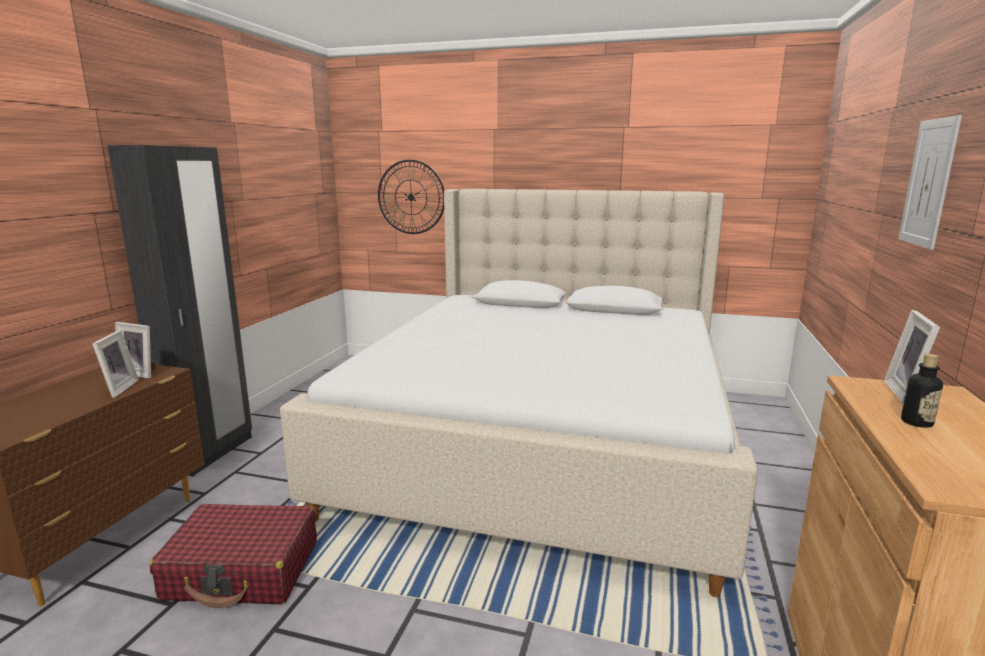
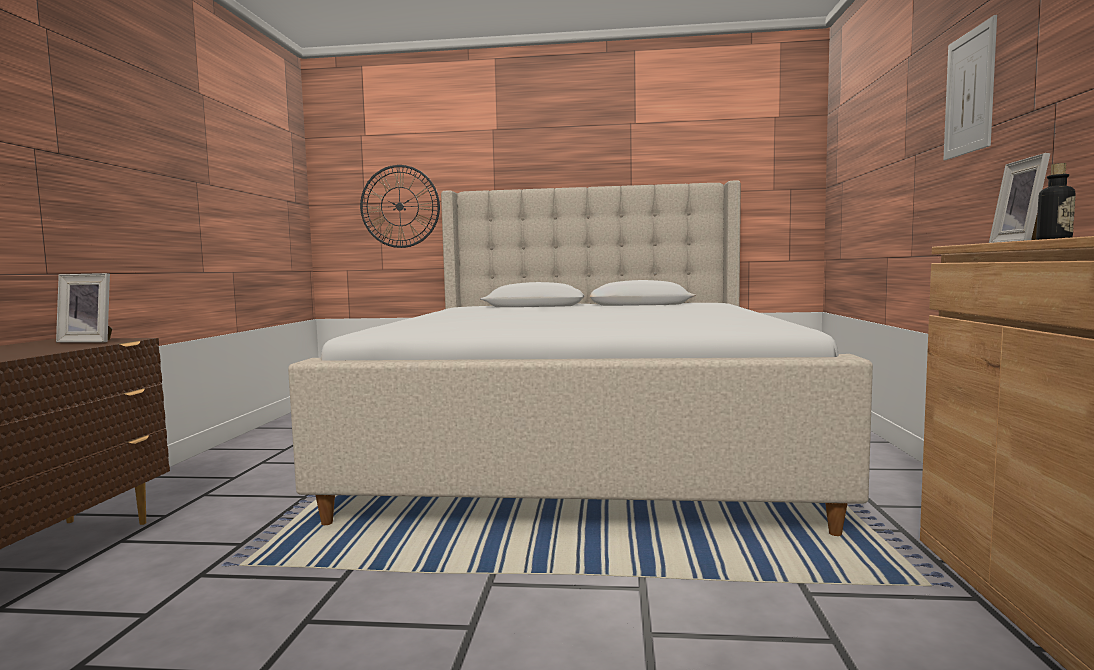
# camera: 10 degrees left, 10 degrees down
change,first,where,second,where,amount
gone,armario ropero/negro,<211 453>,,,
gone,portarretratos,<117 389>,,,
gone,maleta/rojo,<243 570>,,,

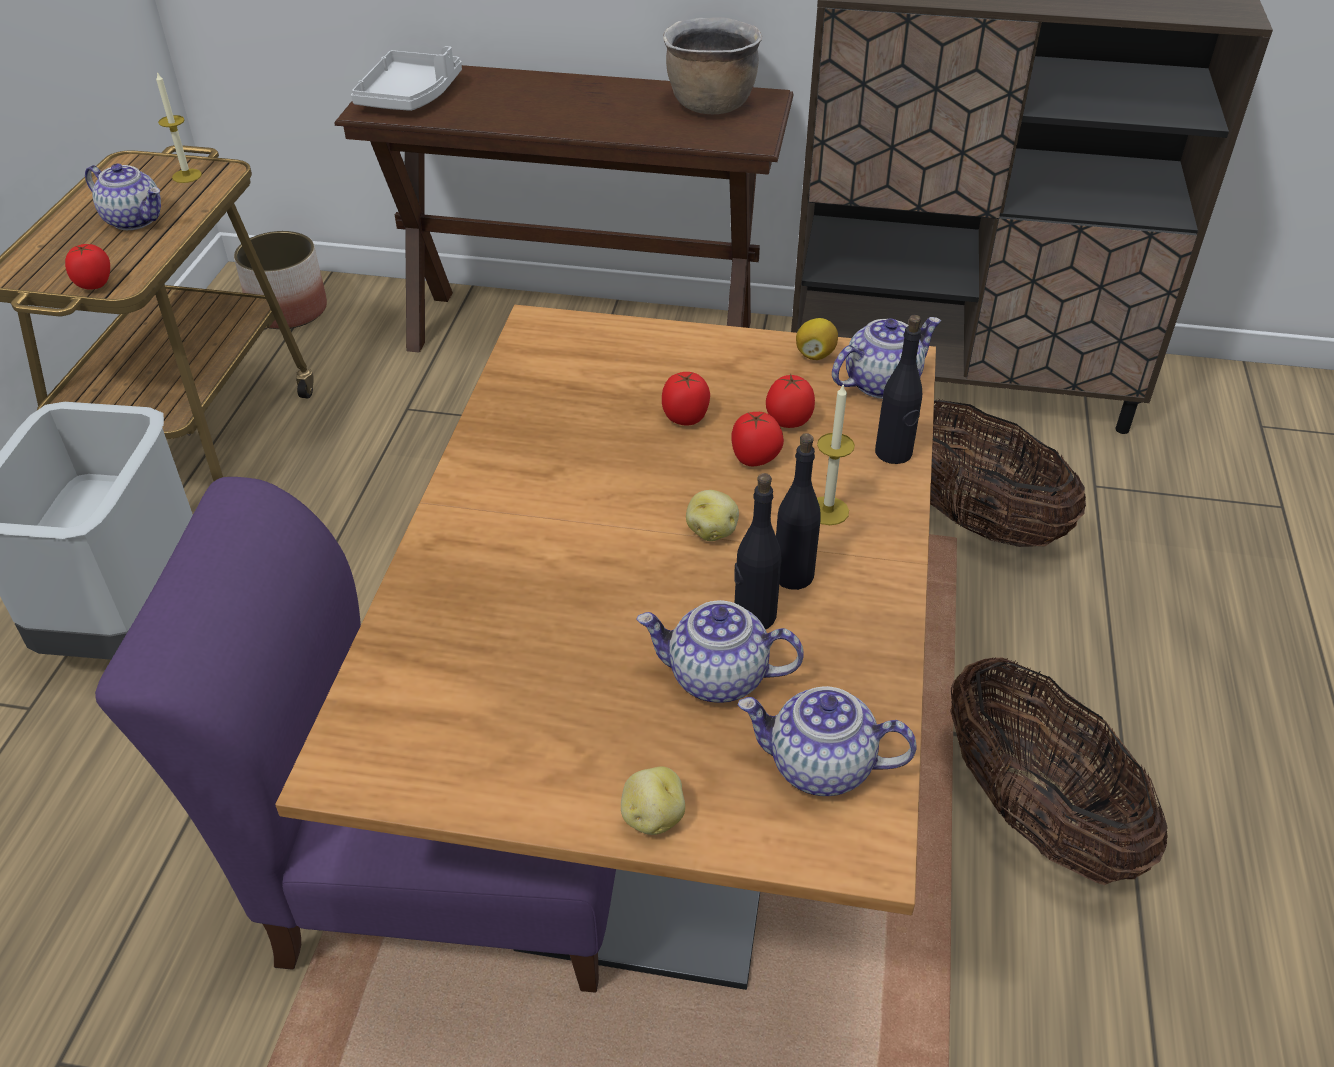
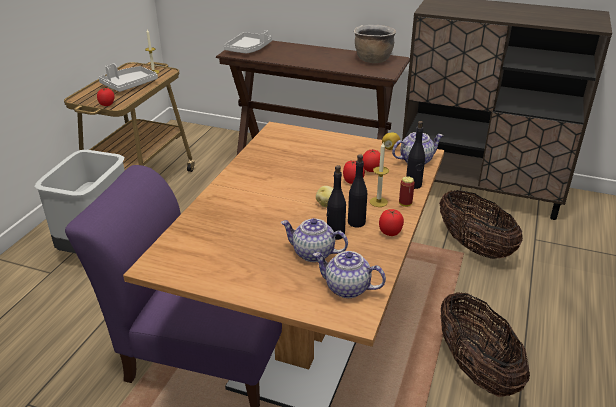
# camera: 10 degrees right, 10 degrees down
change,first,where,second,where,amount
swapped,tetera,<135 220>,bandeja/gris,<129 85>,
gone,maceta,<289 310>,,,
shifted,tomate,<686 418>,,<390 232>,
gone,patata,<652 817>,,,
new,,,lata,<405 204>,

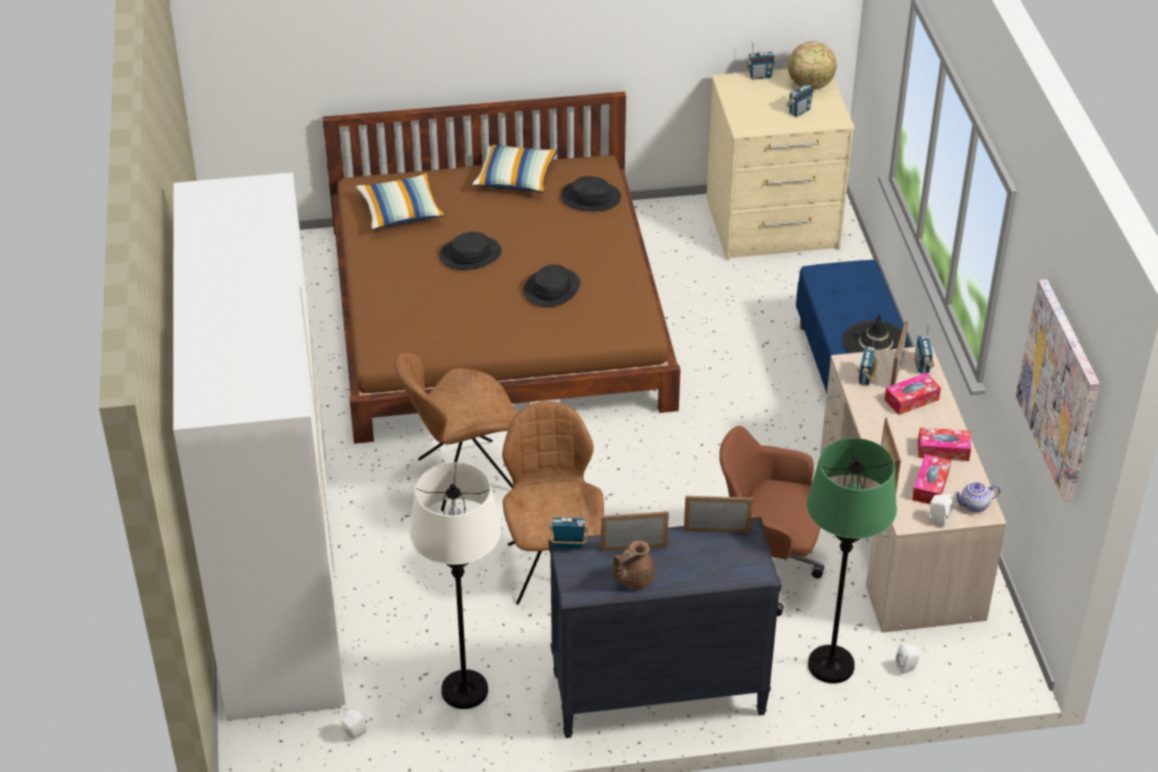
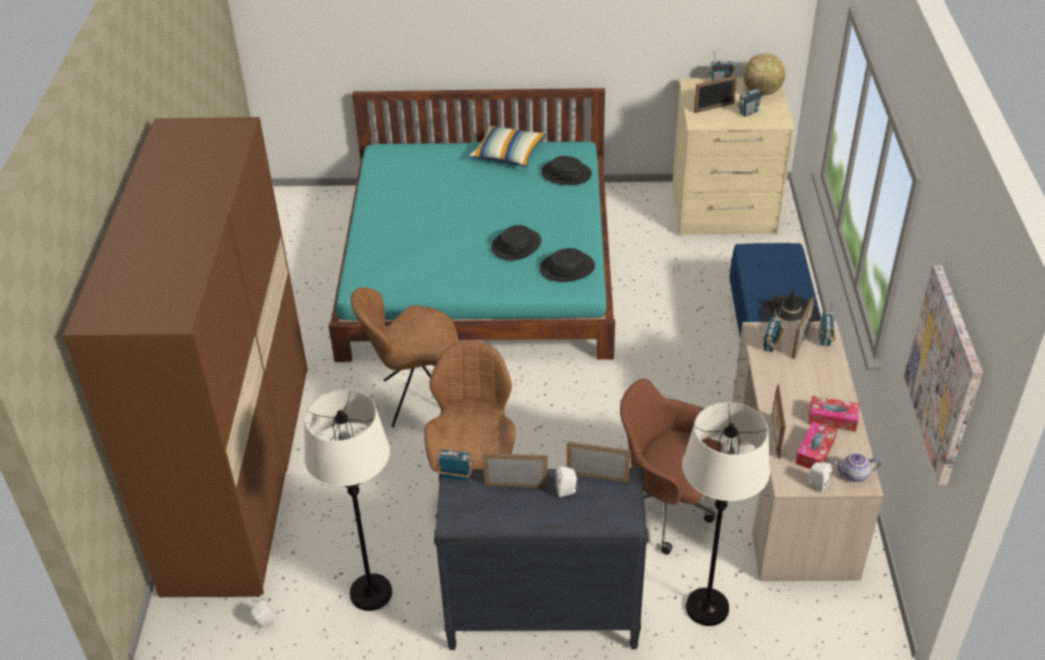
# camera: 10 degrees right, 0 degrees up
change,first,where,second,where,amount
repainted,cama/marrón,<497 315>,cama/turquesa,<478 266>,
repainted,armario ropero/blanco,<279 581>,armario ropero/marrón,<240 474>,
gone,cojín,<401 211>,,,
shifted,sombrero/negro,<470 254>,,<567 268>,
gone,caja de pañuelos,<911 399>,,,
repainted,lámpara de pie/verde,<831 665>,lámpara de pie/blanco,<707 607>,
gone,tetera/marrón,<633 579>,,,
shifted,altavoz/blanco,<907 667>,,<567 491>,
new,,,portarretratos,<714 108>,

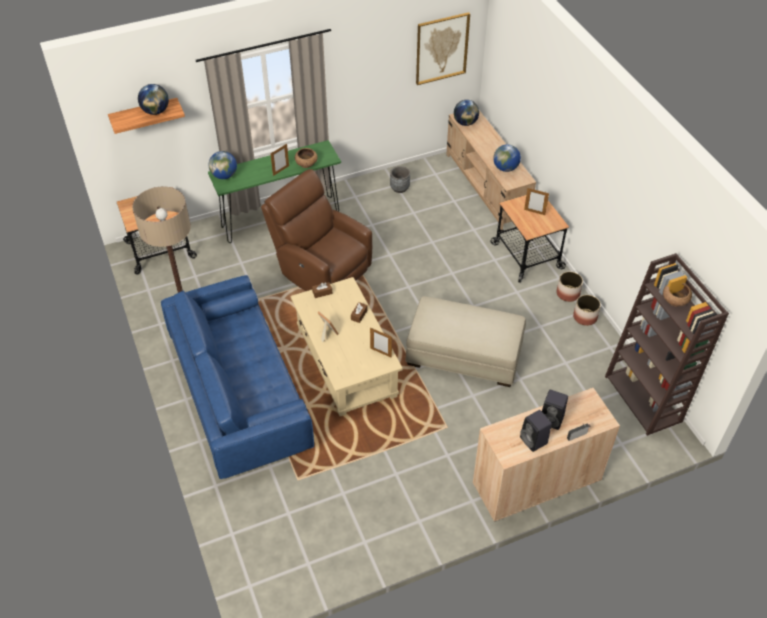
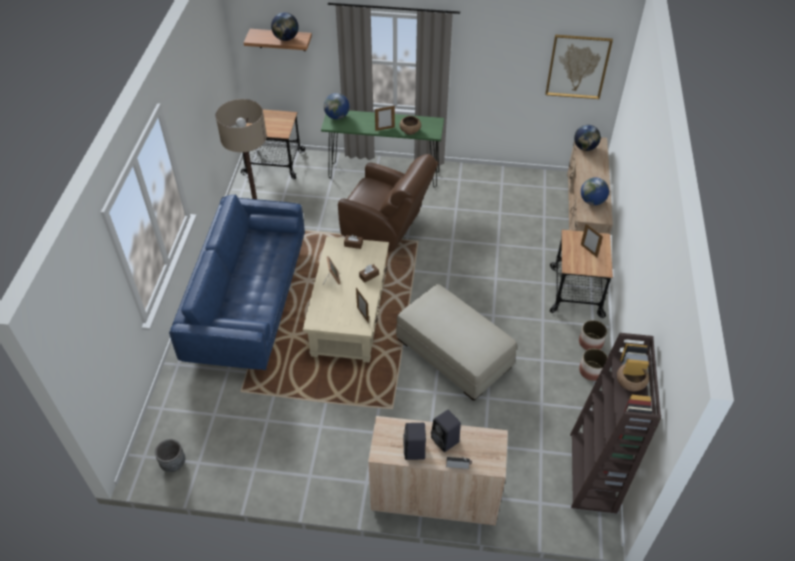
# camera: 30 degrees right, 0 degrees up
change,first,where,second,where,amount
shifted,maceta/gris,<399 188>,,<173 463>,
rotated,sillón/marrón,<321 268>,,<386 228>,135 degrees clockwise

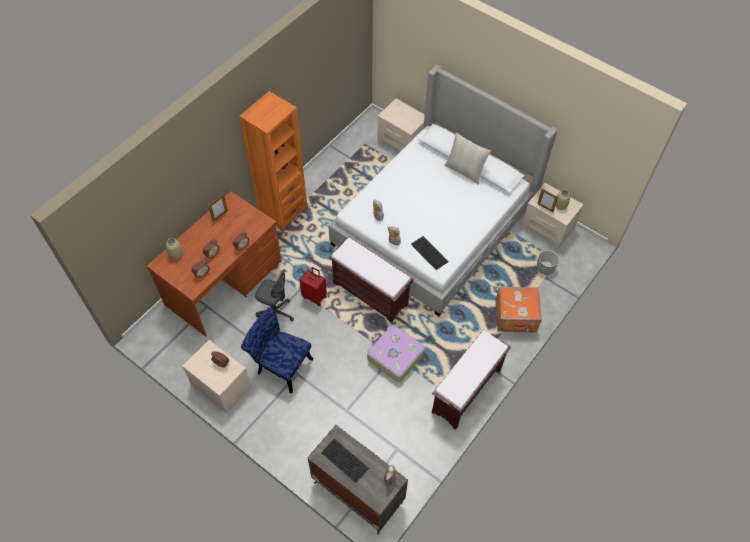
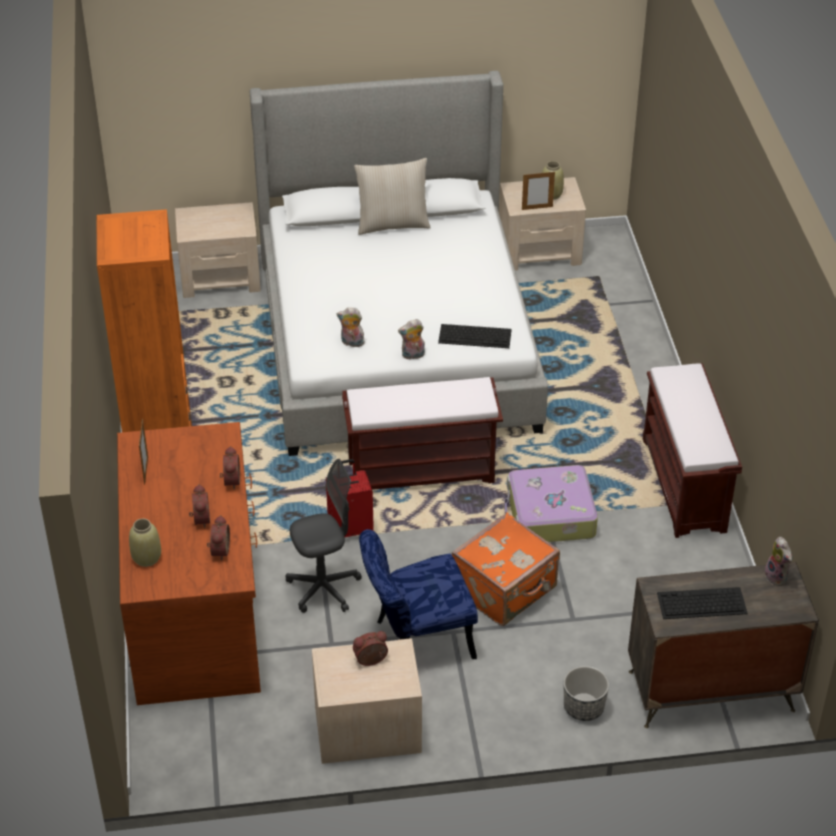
# camera: 45 degrees left, 15 degrees down
change,first,where,second,where,amount
shifted,maceta,<545 267>,,<583 707>,
shifted,maleta/naranja,<515 318>,,<506 590>,

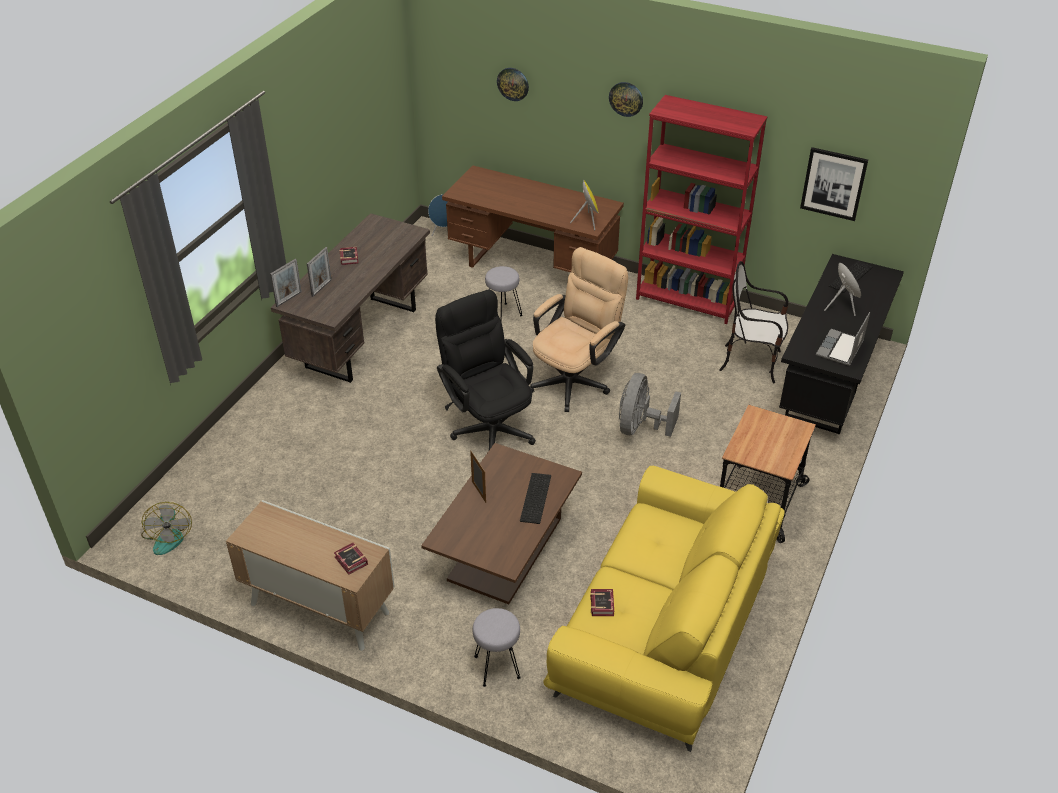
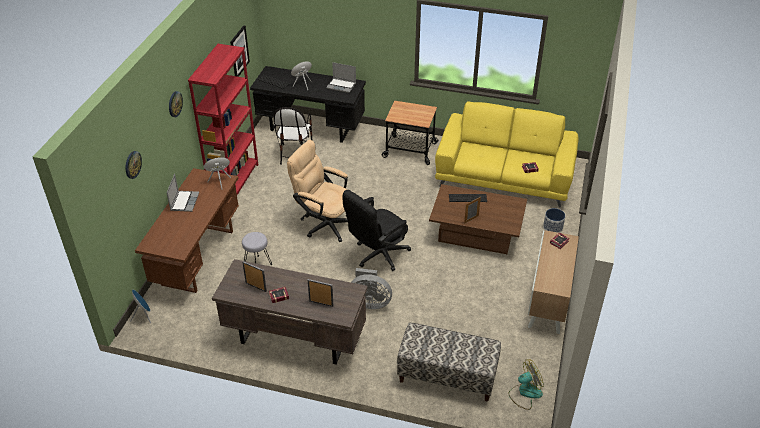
# camera: 100 degrees left, 0 degrees up
change,first,where,second,where,amount
shifted,portarretratos,<289 299>,,<256 287>,
shifted,ventilador/gris,<640 427>,,<369 302>,
swapped,taburete/gris,<497 666>,maceta,<552 227>,
new,,,portátil,<184 201>,
new,,,banco,<447 376>,

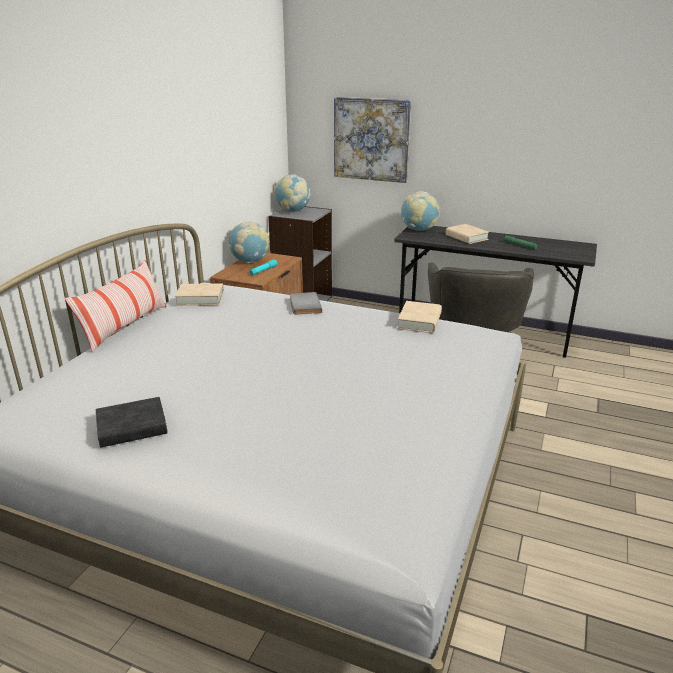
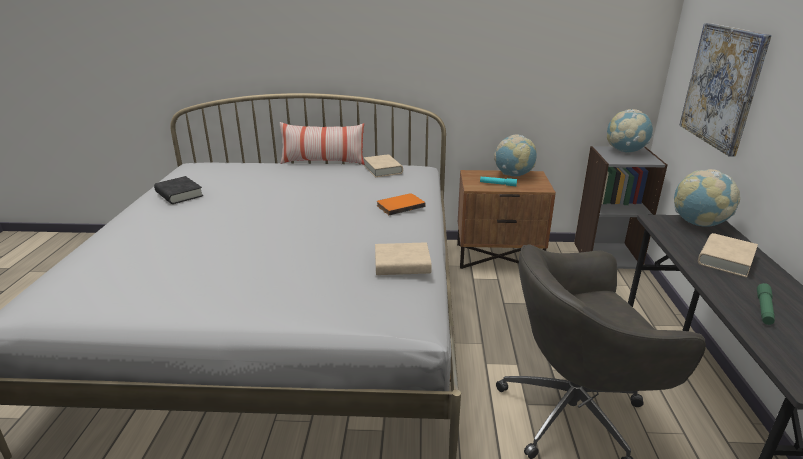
# camera: 70 degrees right, 0 degrees up
change,first,where,second,where,amount
repainted,libro/gris,<303 305>,libro/naranja,<399 205>,

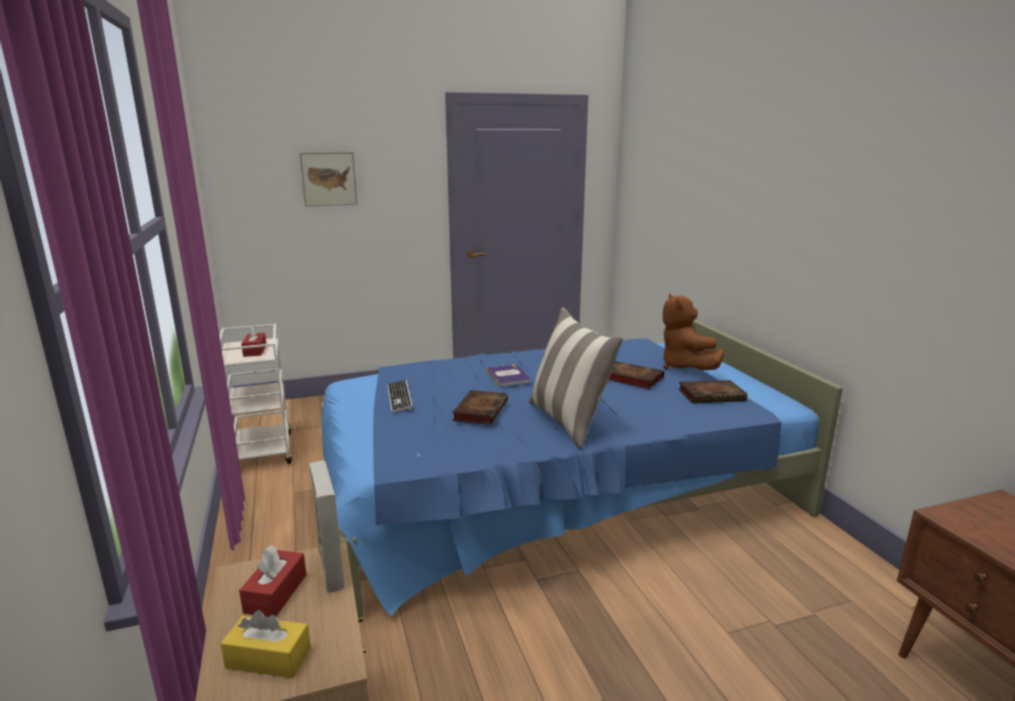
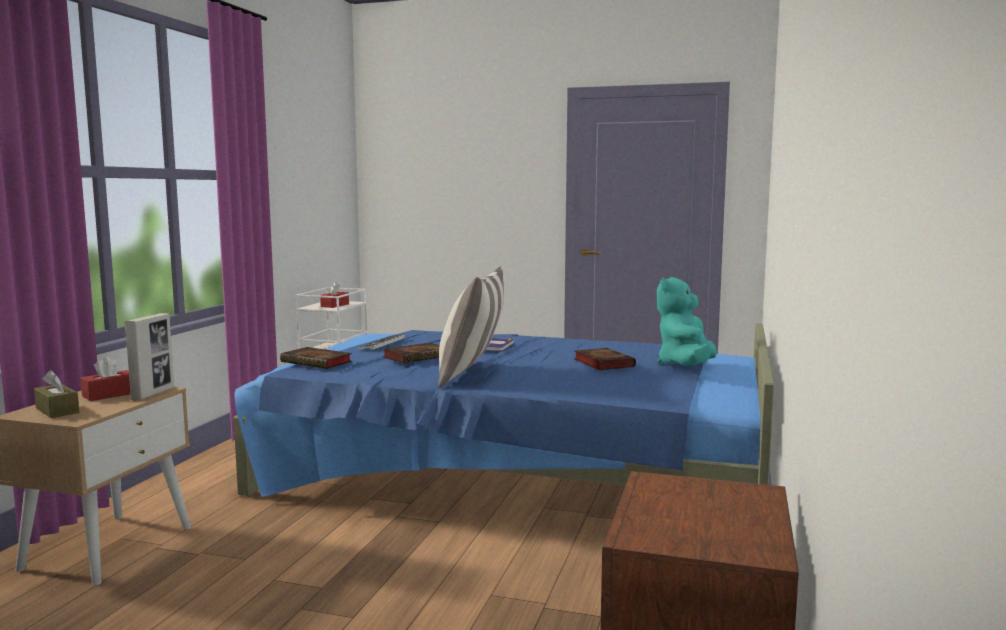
# camera: 35 degrees right, 10 degrees down
change,first,where,second,where,amount
gone,cuadro,<329 179>,,,
repainted,peluche/marrón,<684 367>,peluche/turquesa,<686 366>,
shifted,libro,<712 395>,,<318 362>,
repainted,caja de pañuelos/amarillo,<268 658>,caja de pañuelos/marrón,<57 410>,

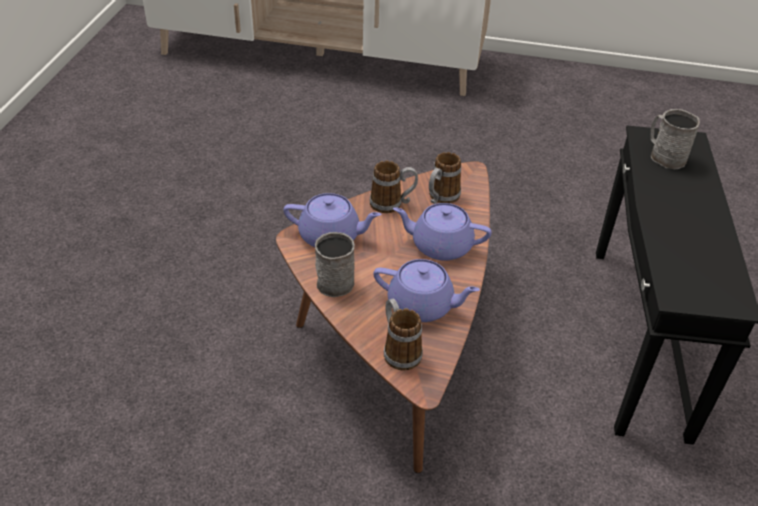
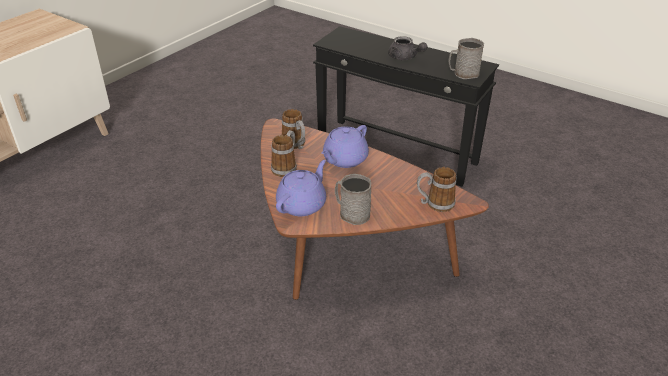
# camera: 65 degrees left, 5 degrees down
change,first,where,second,where,amount
shifted,taza grande/gris,<664 156>,,<463 74>,
gone,tetera/morado,<422 306>,,,
new,,,tetera/gris,<405 58>,

